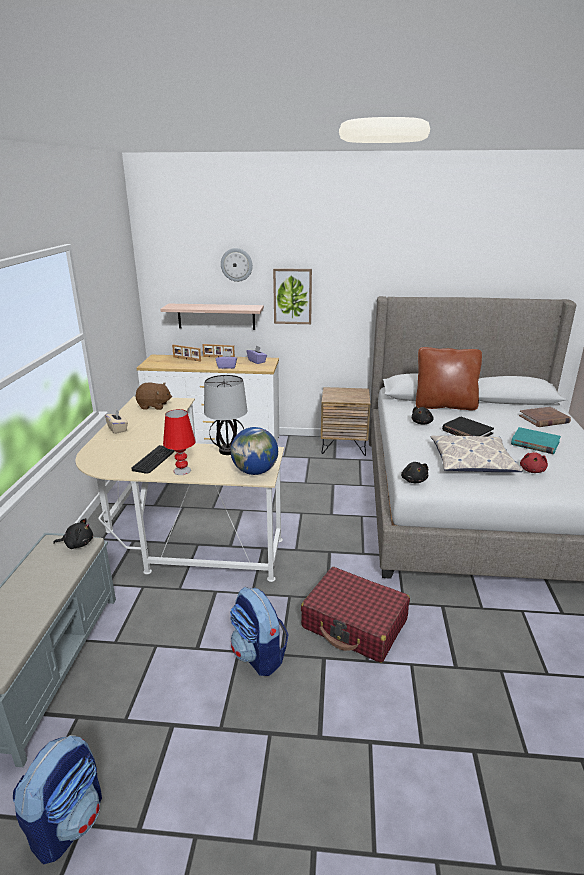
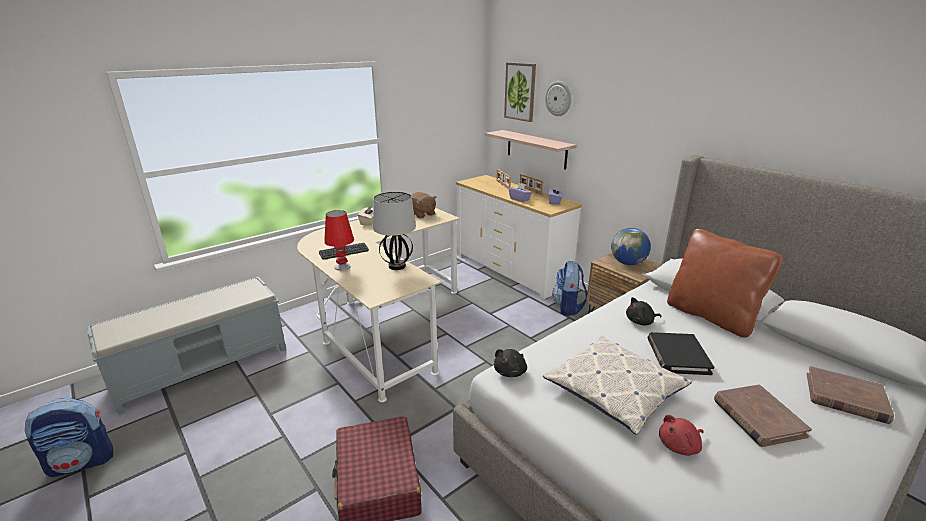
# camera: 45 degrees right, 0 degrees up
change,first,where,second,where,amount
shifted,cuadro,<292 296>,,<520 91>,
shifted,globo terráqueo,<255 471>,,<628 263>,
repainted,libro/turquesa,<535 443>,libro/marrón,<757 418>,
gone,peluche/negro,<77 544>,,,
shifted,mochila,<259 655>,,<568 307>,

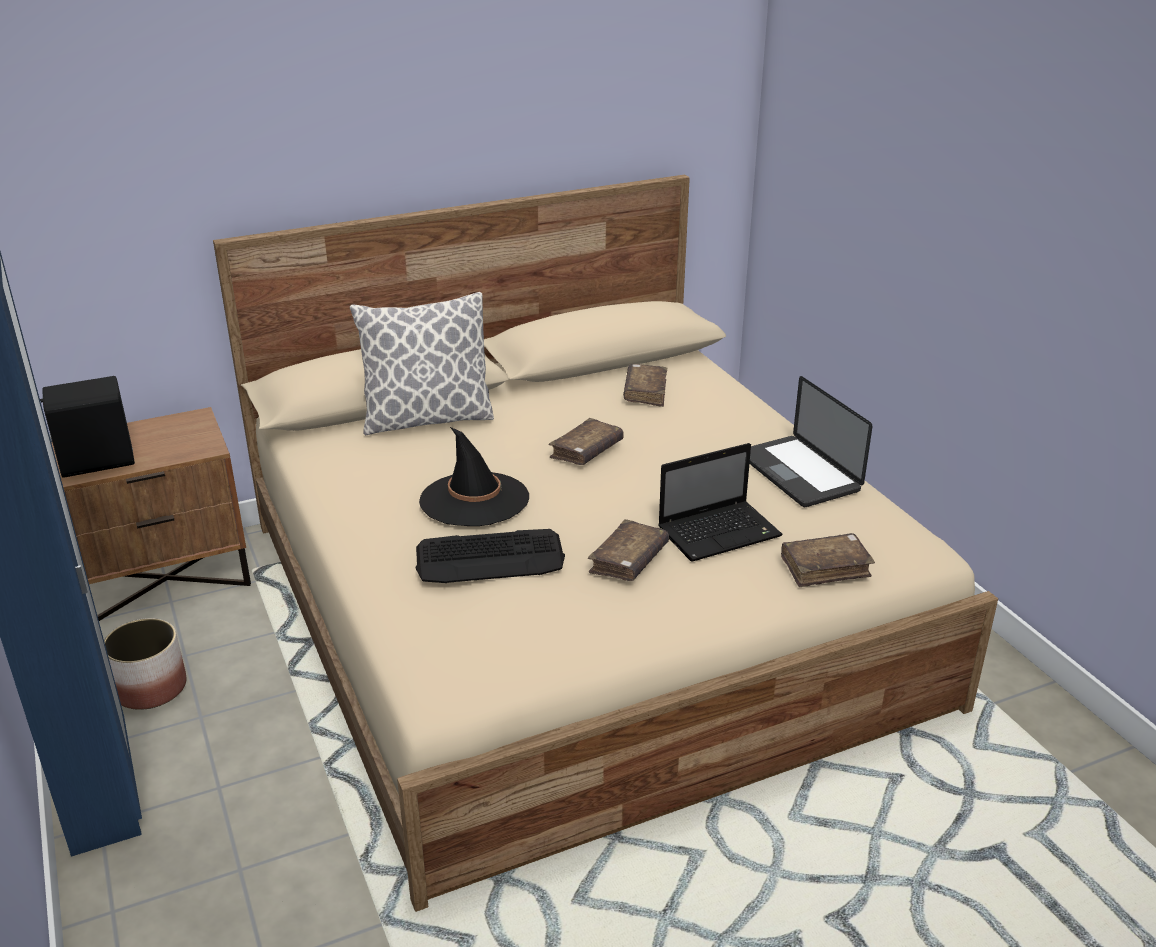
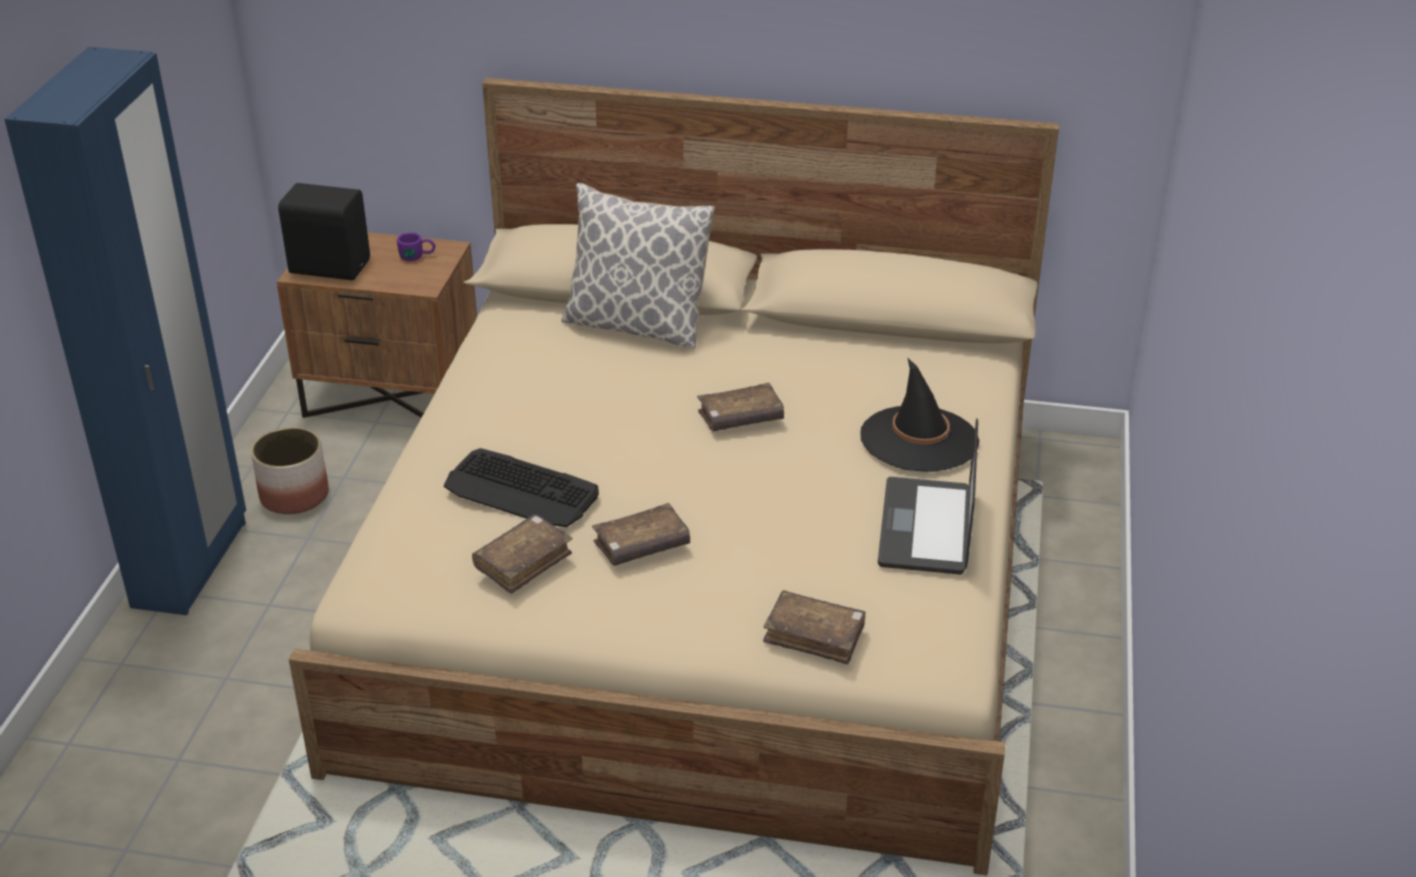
# camera: 35 degrees right, 5 degrees up
change,first,where,second,where,amount
shifted,libro/marrón,<645 392>,,<523 562>,
shifted,sombrero/negro,<474 500>,,<919 439>,
gone,portátil,<721 532>,,,
new,,,taza grande/morado,<417 256>,

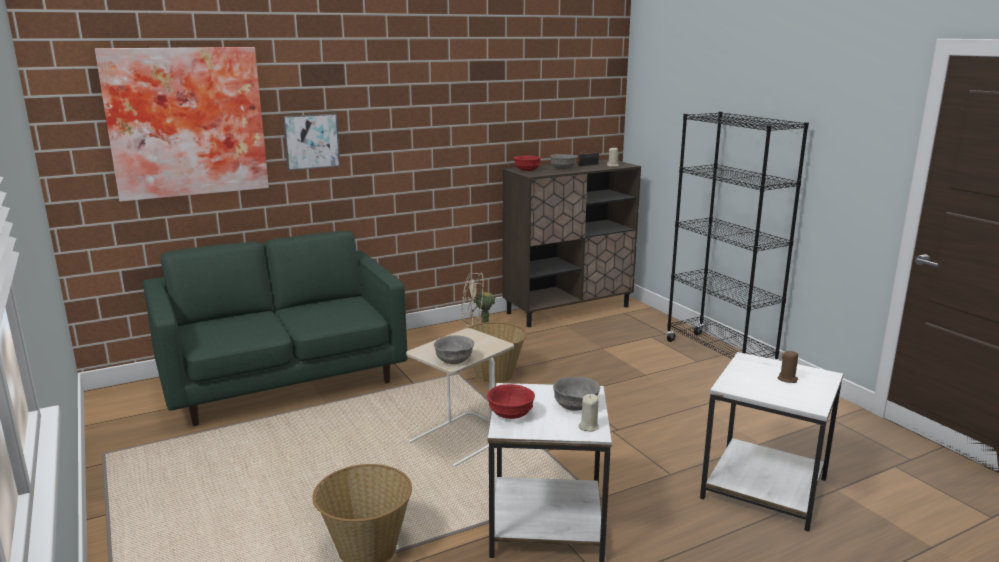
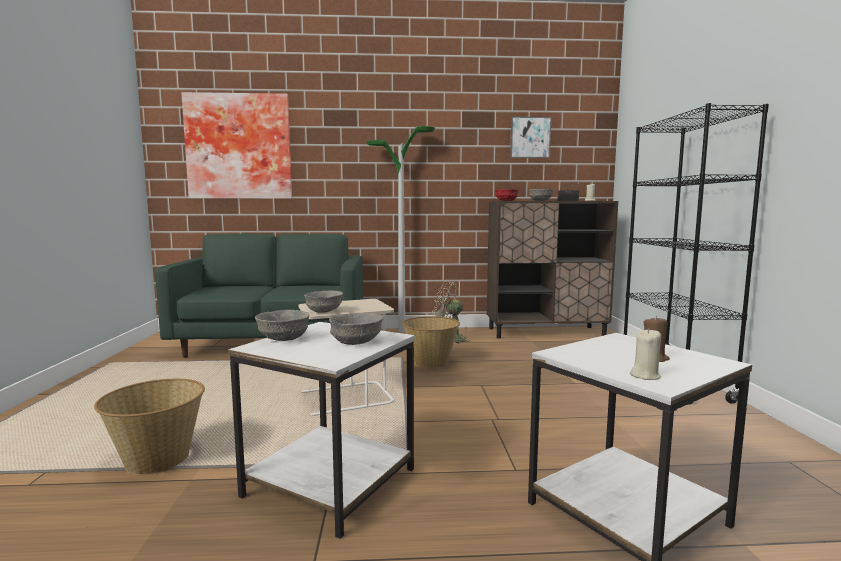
# camera: 25 degrees right, 10 degrees down
change,first,where,second,where,amount
shifted,cuadro,<311 141>,,<530 137>,
repainted,cuenco/rojo,<510 415>,cuenco/gris,<283 339>,
shifted,vela/beis,<588 426>,,<645 375>,
new,,,lámpara de pie,<402 331>,

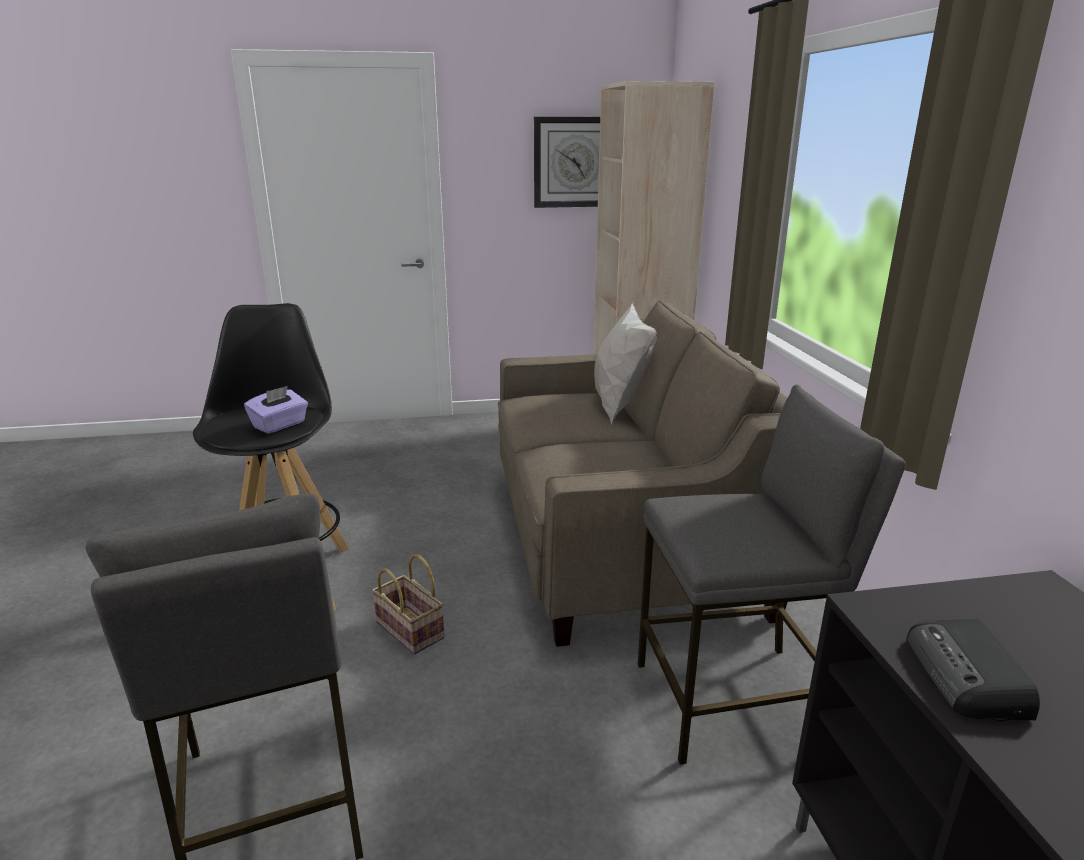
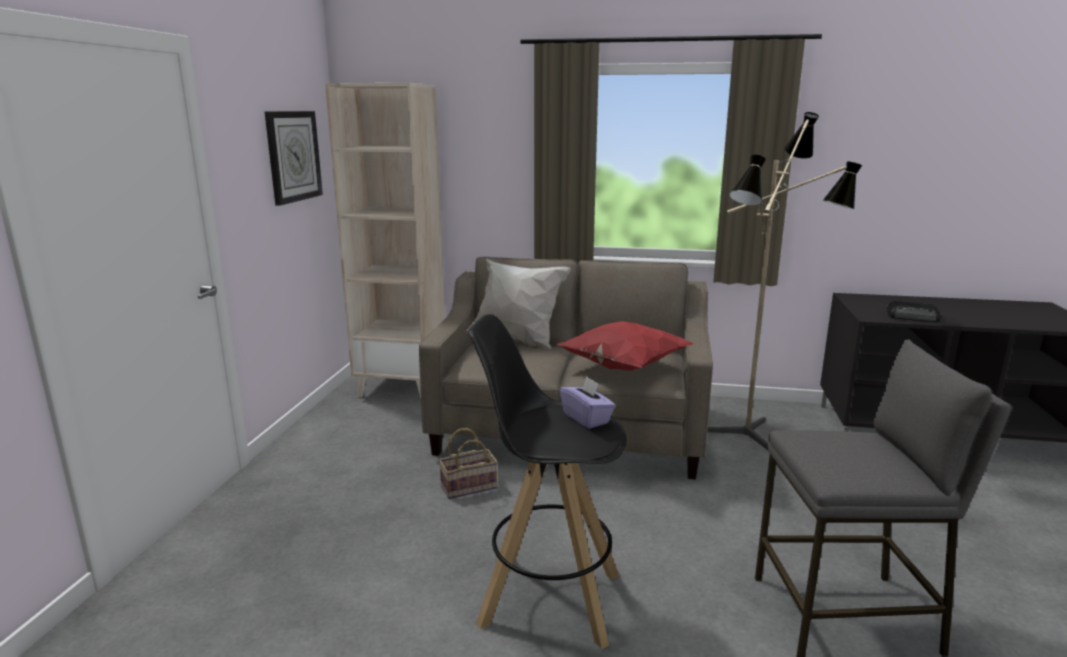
# camera: 70 degrees left, 5 degrees down
change,first,where,second,where,amount
swapped,taburete/gris,<735 700>,lámpara de pie,<756 438>,
shifted,cesta,<412 630>,,<469 486>,
new,,,cojín/rojo,<622 367>,

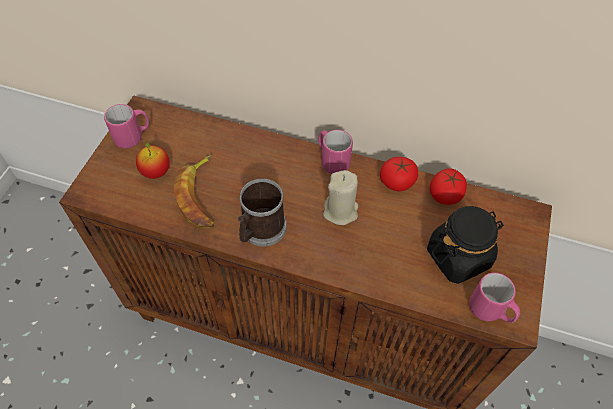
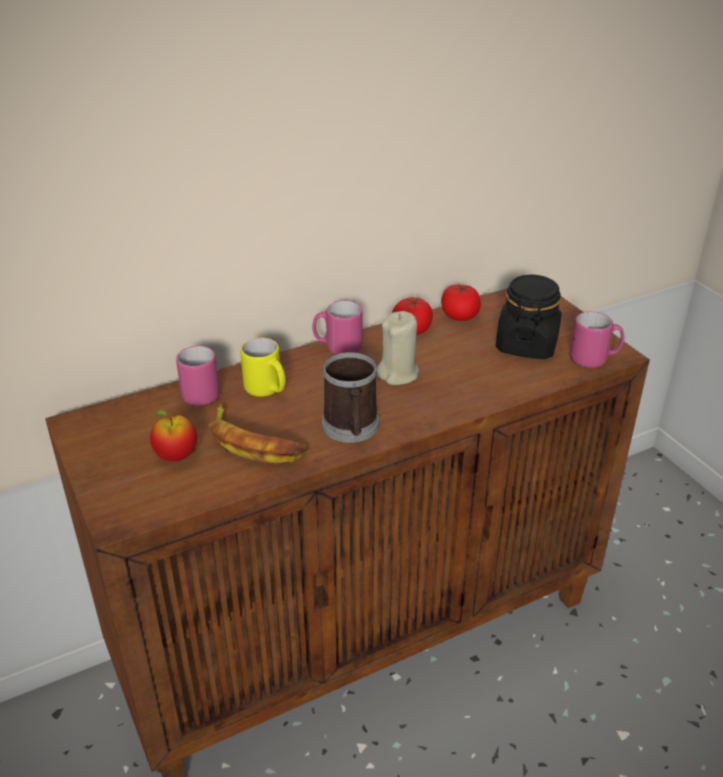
# camera: 45 degrees left, 20 degrees down
change,first,where,second,where,amount
shifted,taza grande/rosa,<133 137>,,<204 392>,
new,,,taza grande/amarillo,<267 390>,

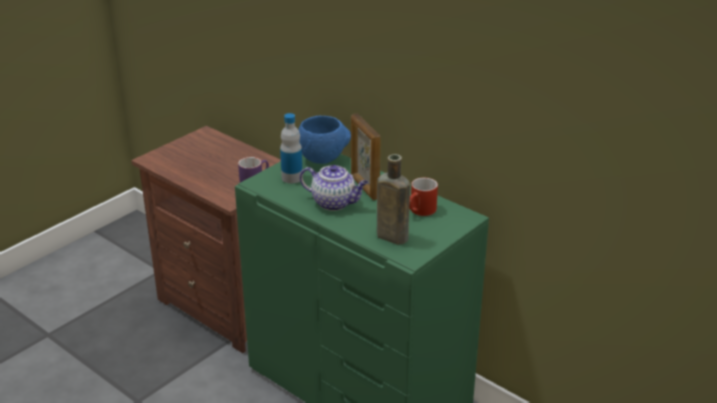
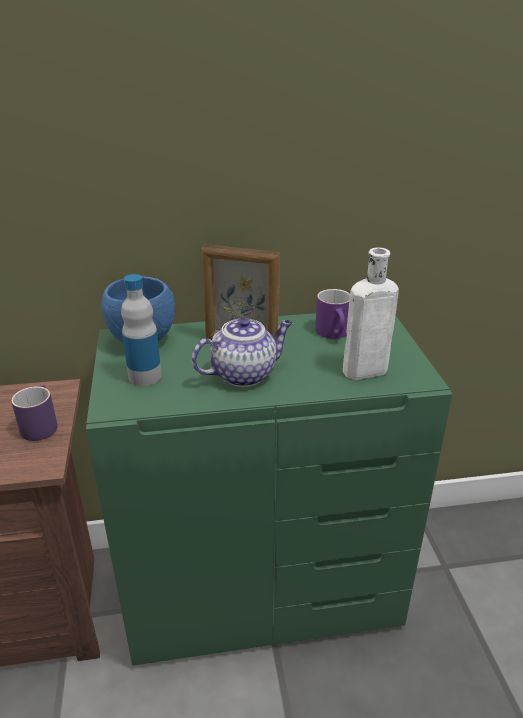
# camera: 50 degrees left, 0 degrees up
change,first,where,second,where,amount
repainted,botella/marrón,<390 236>,botella/blanco,<362 371>,
repainted,taza grande/rojo,<420 211>,taza grande/morado,<335 334>,

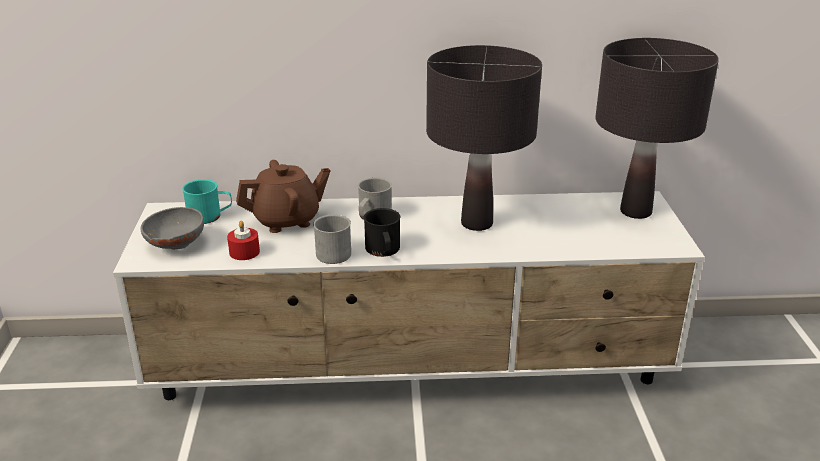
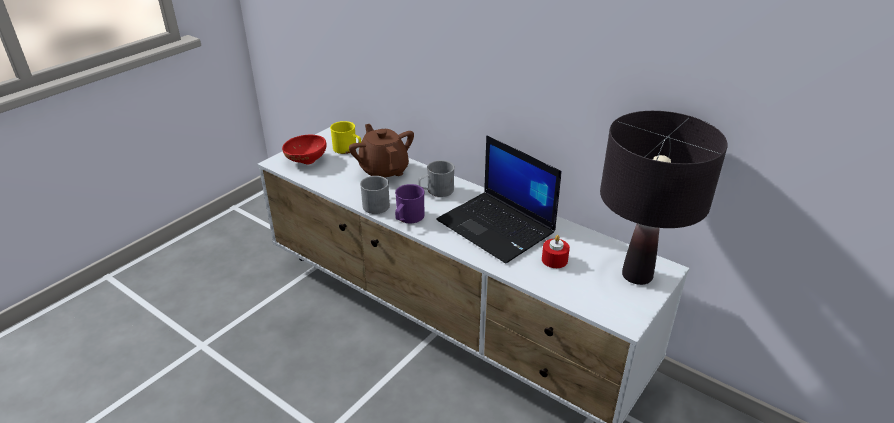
# camera: 40 degrees right, 5 degrees up
change,first,where,second,where,amount
swapped,lámpara de mesa/negro,<477 223>,portátil,<497 227>,
rotated,tetera/marrón,<287 220>,,<384 170>,135 degrees counterclockwise
repainted,taza grande/turquesa,<210 216>,taza grande/amarillo,<348 149>,
repainted,cuenco/gris,<174 245>,cuenco/rojo,<305 160>,
repainted,taza grande/negro,<383 251>,taza grande/morado,<408 218>,
shifted,vela/rojo,<244 252>,,<554 260>,

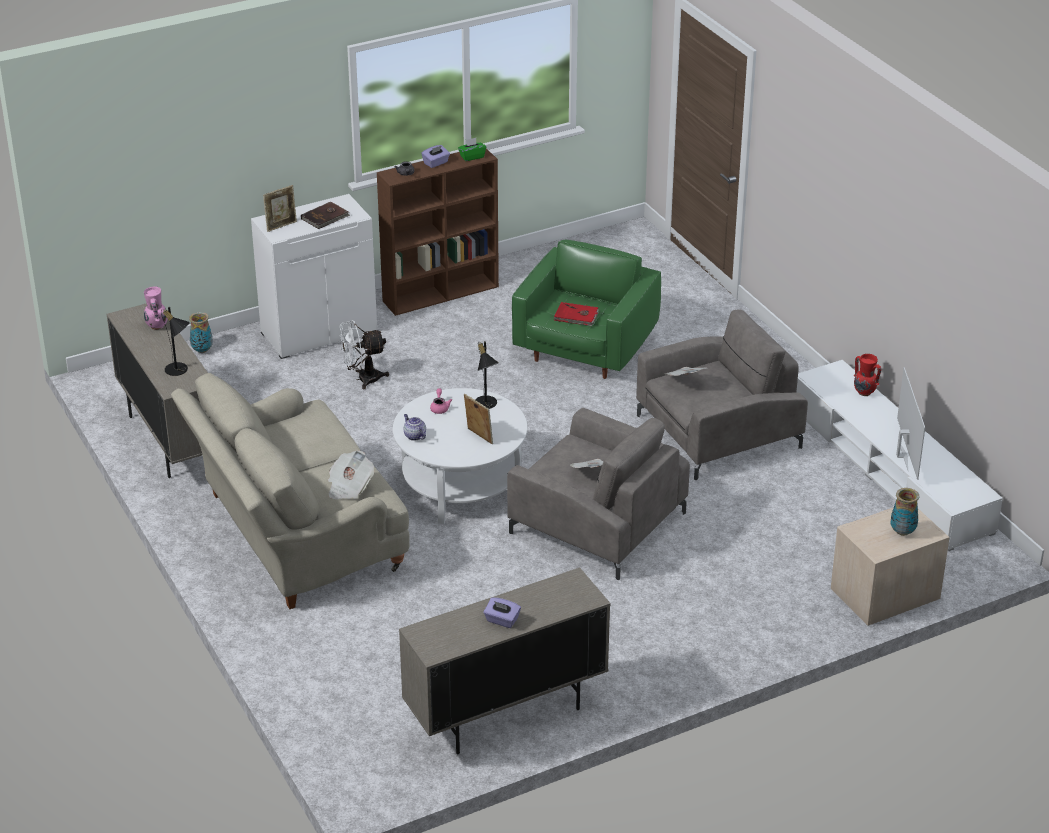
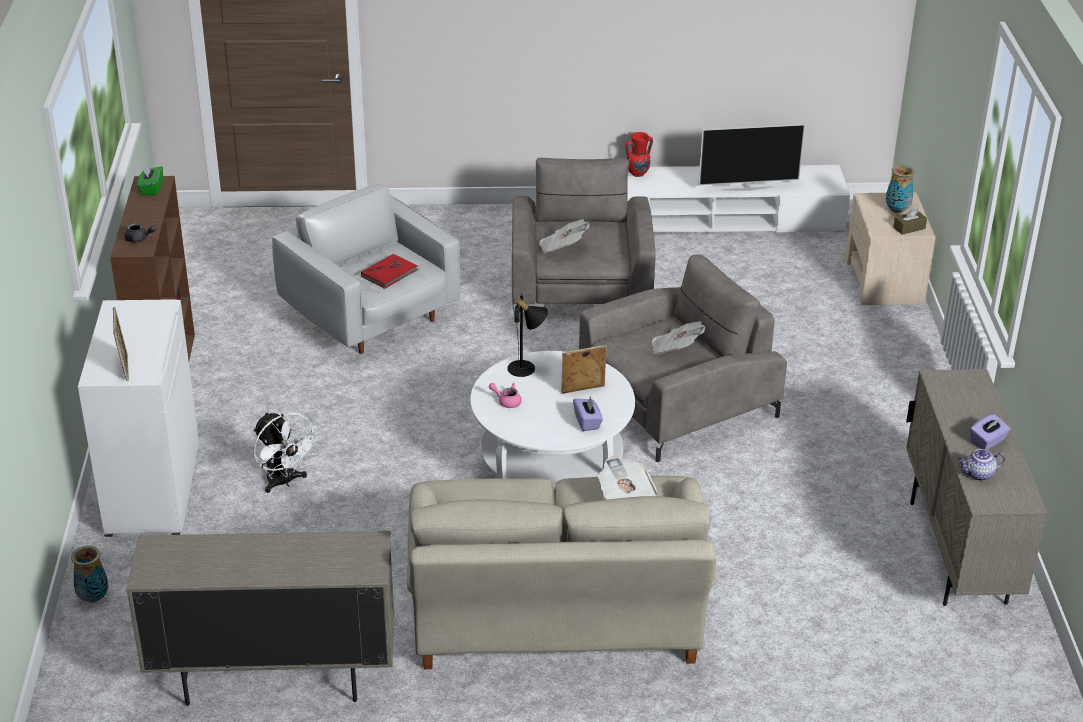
# camera: 65 degrees left, 0 degrees up
change,first,where,second,where,amount
shifted,caja de pañuelos/morado,<436 163>,,<587 422>,
gone,libro/marrón,<325 217>,,,
repainted,sillón/verde,<585 350>,sillón/blanco,<371 317>,
gone,florero/rosa,<157 327>,,,
gone,lámpara de mesa/negro,<179 371>,,,
rotated,ventilador/blanco,<363 379>,,<284 482>,45 degrees counterclockwise
rotated,televisor,<901 455>,,<747 188>,150 degrees clockwise
shifted,tetera,<414 436>,,<978 474>,
new,,,caja de pañuelos/marrón,<909 228>,

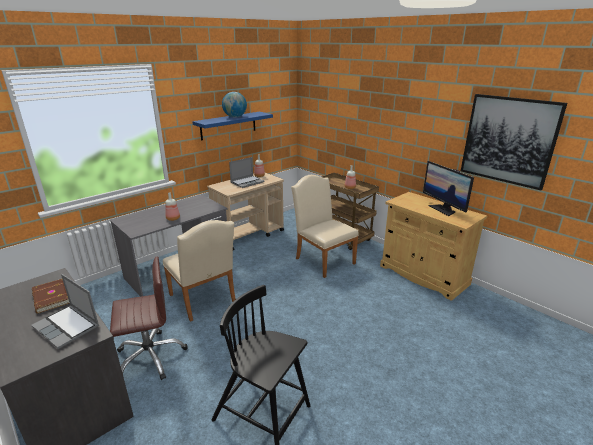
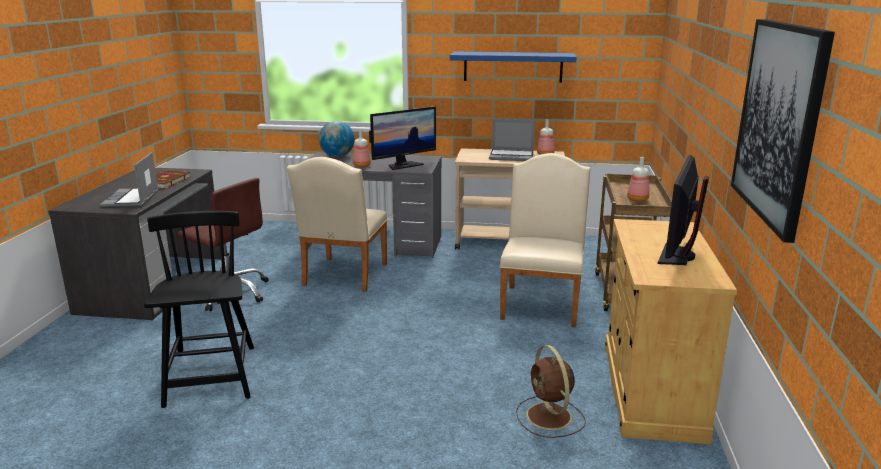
# camera: 50 degrees right, 5 degrees down
change,first,where,second,where,amount
shifted,globo terráqueo,<235 117>,,<337 156>,
new,,,monitor,<403 165>,
new,,,ventilador/marrón,<550 417>,

